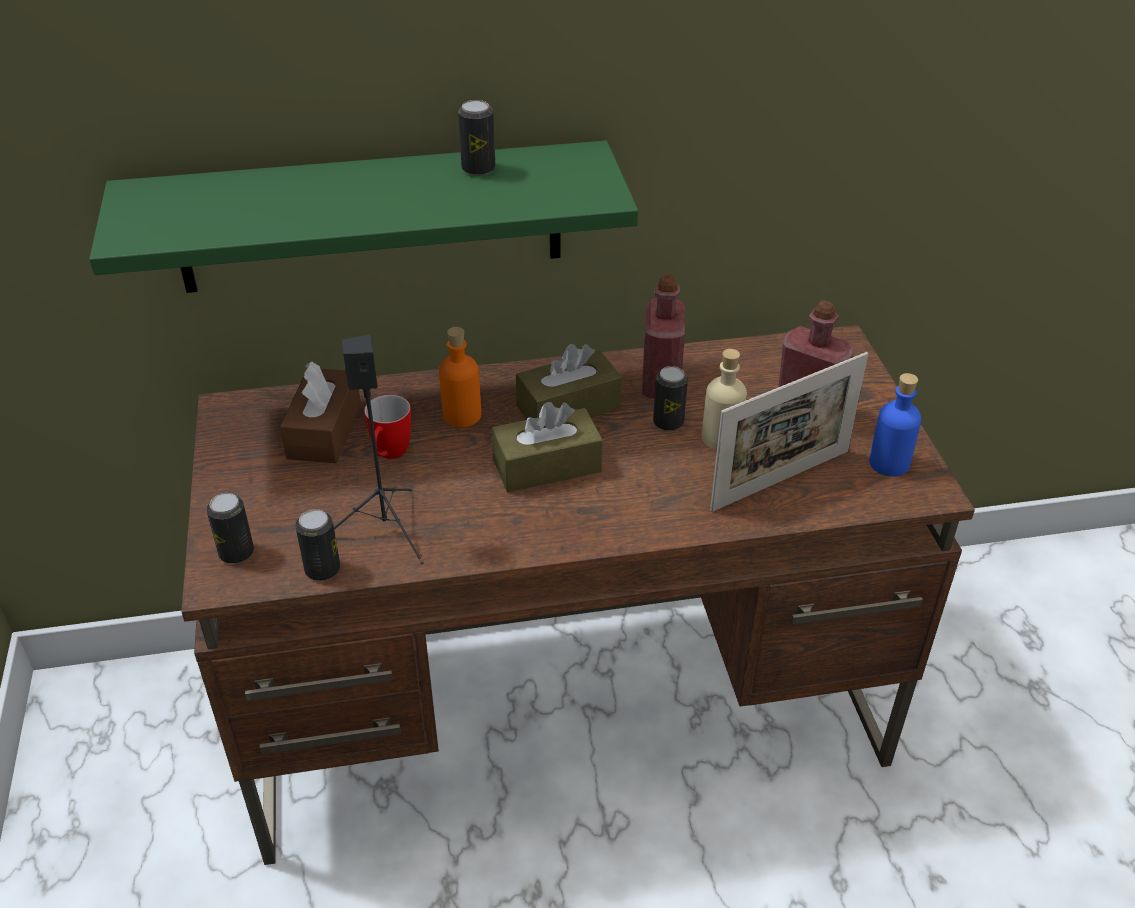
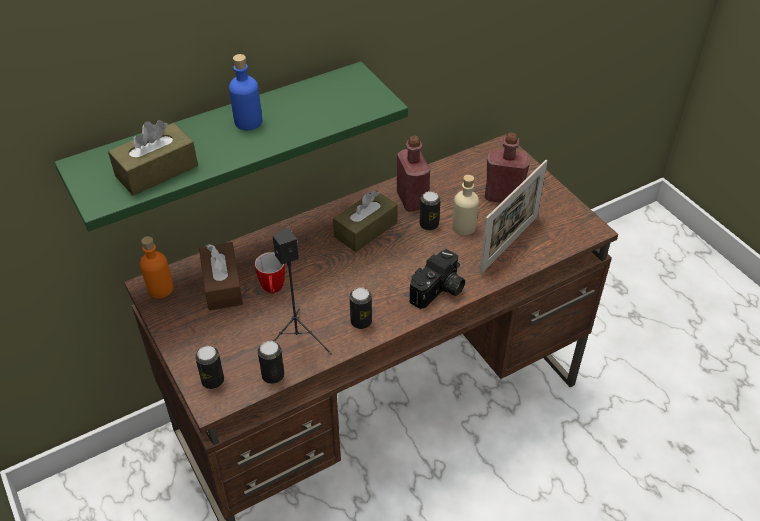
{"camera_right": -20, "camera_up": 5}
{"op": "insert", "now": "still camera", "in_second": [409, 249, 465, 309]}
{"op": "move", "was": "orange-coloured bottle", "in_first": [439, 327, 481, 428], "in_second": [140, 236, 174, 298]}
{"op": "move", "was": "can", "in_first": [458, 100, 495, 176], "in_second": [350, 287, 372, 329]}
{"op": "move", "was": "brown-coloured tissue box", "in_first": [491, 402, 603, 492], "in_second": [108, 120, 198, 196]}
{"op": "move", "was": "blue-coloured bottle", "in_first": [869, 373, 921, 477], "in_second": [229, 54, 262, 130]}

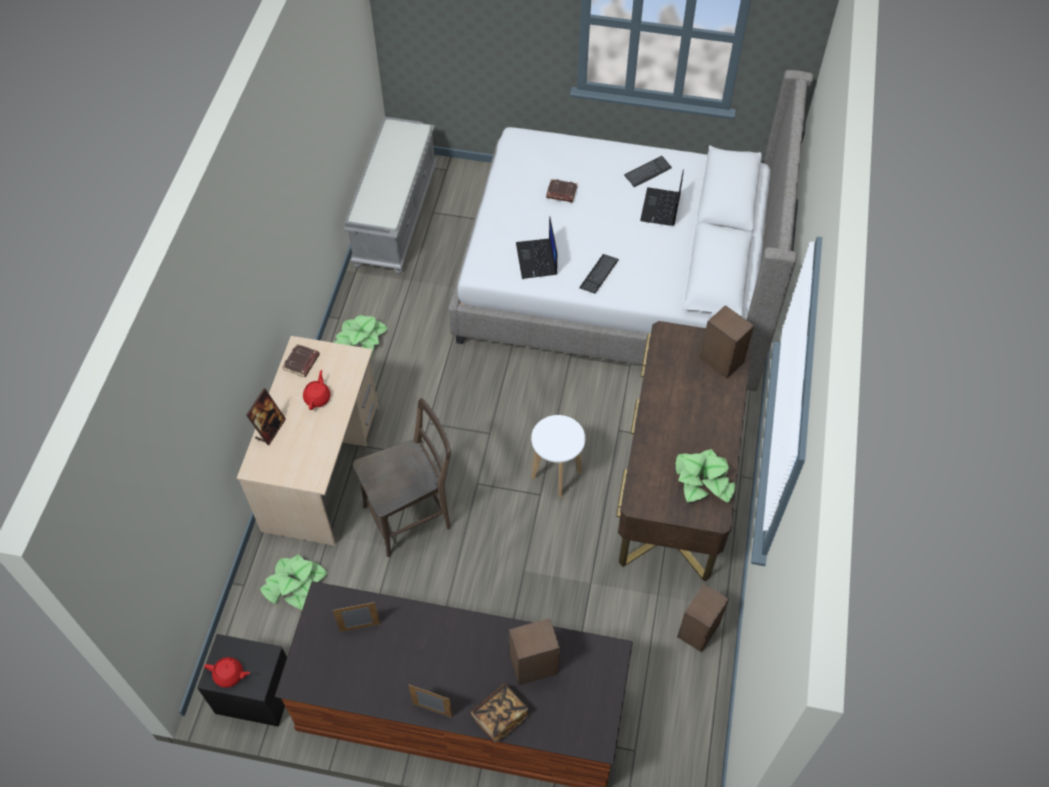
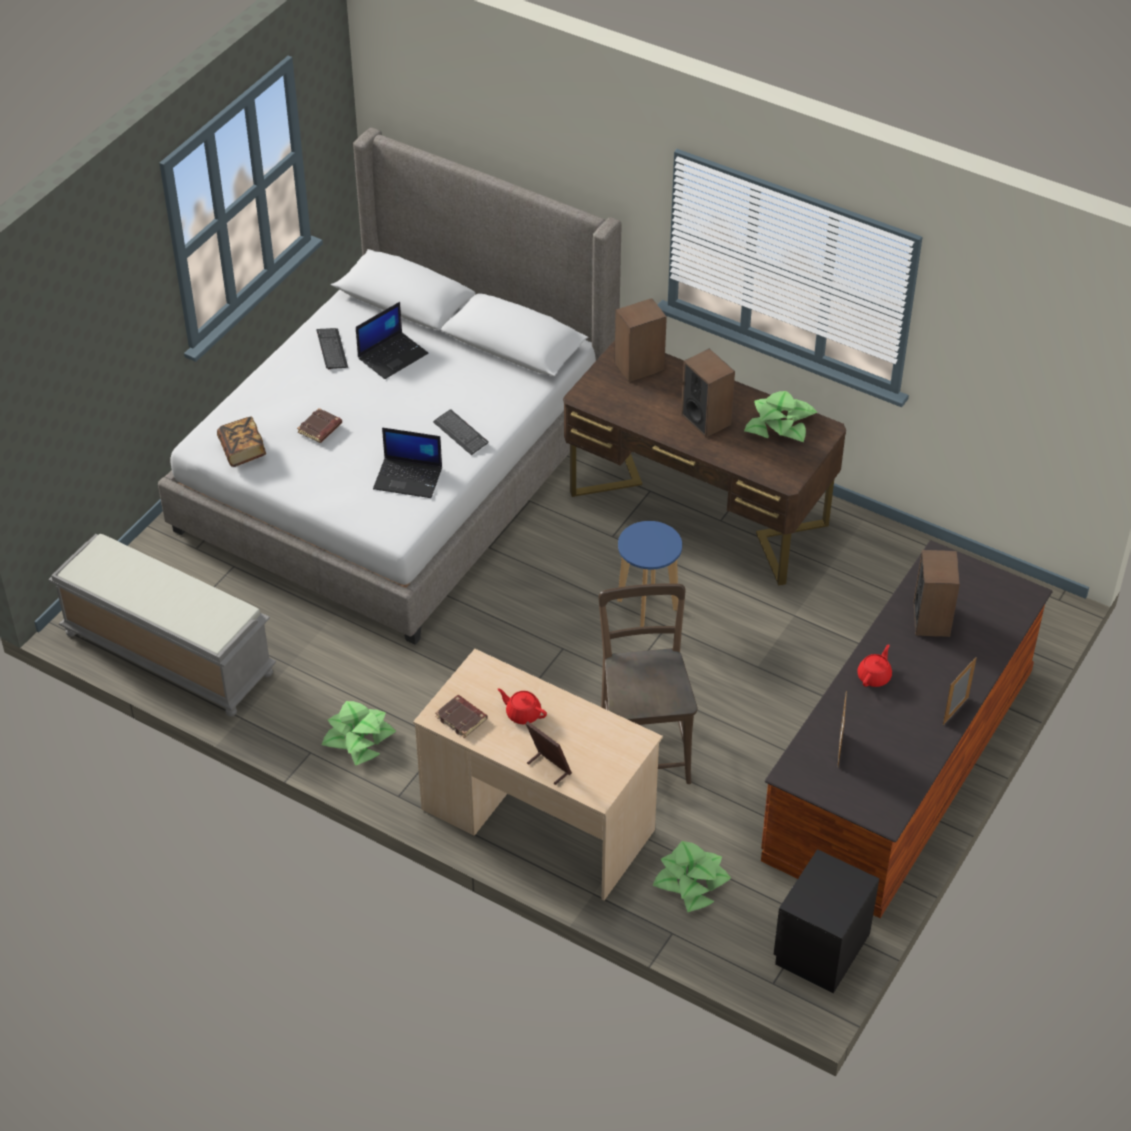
{"camera_right": -70, "camera_up": -10}
{"op": "move", "was": "red teapot", "in_first": [204, 657, 250, 688], "in_second": [857, 644, 892, 687]}
{"op": "move", "was": "bound book", "in_first": [471, 684, 529, 743], "in_second": [217, 416, 266, 467]}
{"op": "move", "was": "audio speaker", "in_first": [677, 584, 729, 652], "in_second": [681, 349, 735, 438]}
{"op": "recolor", "was": "white-coloured stool", "now": "blue-coloured stool", "in_first": [531, 415, 585, 497], "in_second": [617, 521, 682, 627]}
{"op": "rotate", "was": "notebook computer", "in_first": [640, 170, 684, 226], "in_second": [356, 302, 428, 379], "clockwise": -75}

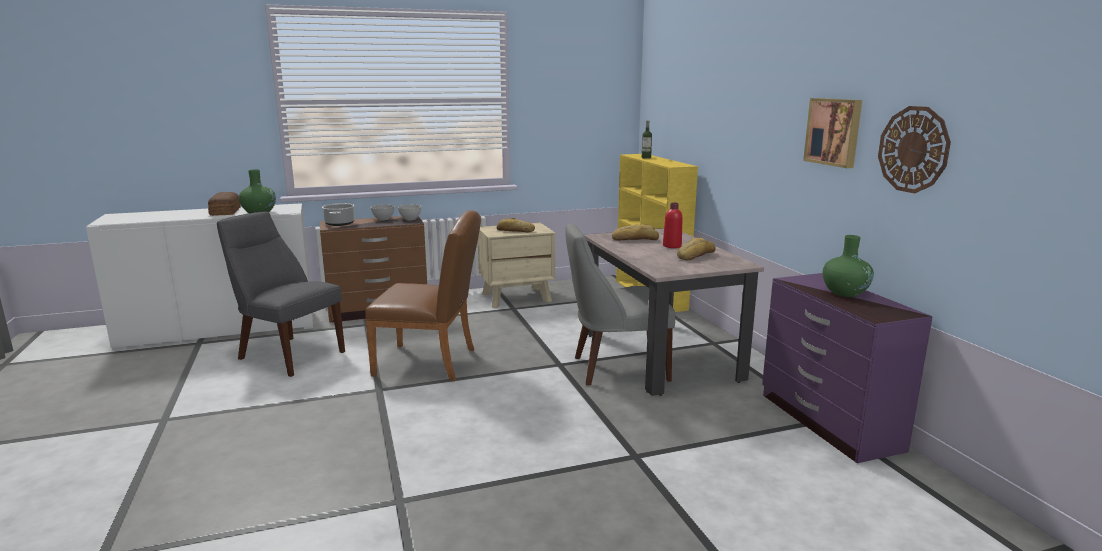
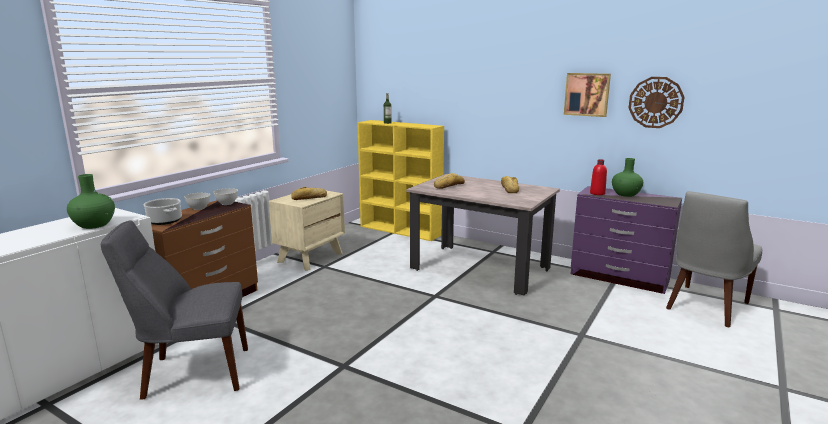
{"camera_right": -40, "camera_up": 0}
{"op": "delete", "was": "baked bread", "in_first": [208, 192, 241, 216]}
{"op": "delete", "was": "brown-coloured chair", "in_first": [365, 210, 481, 381]}
{"op": "move", "was": "gray chair", "in_first": [565, 223, 675, 385], "in_second": [666, 191, 763, 328]}
{"op": "move", "was": "red bottle", "in_first": [663, 203, 682, 248], "in_second": [590, 159, 607, 195]}

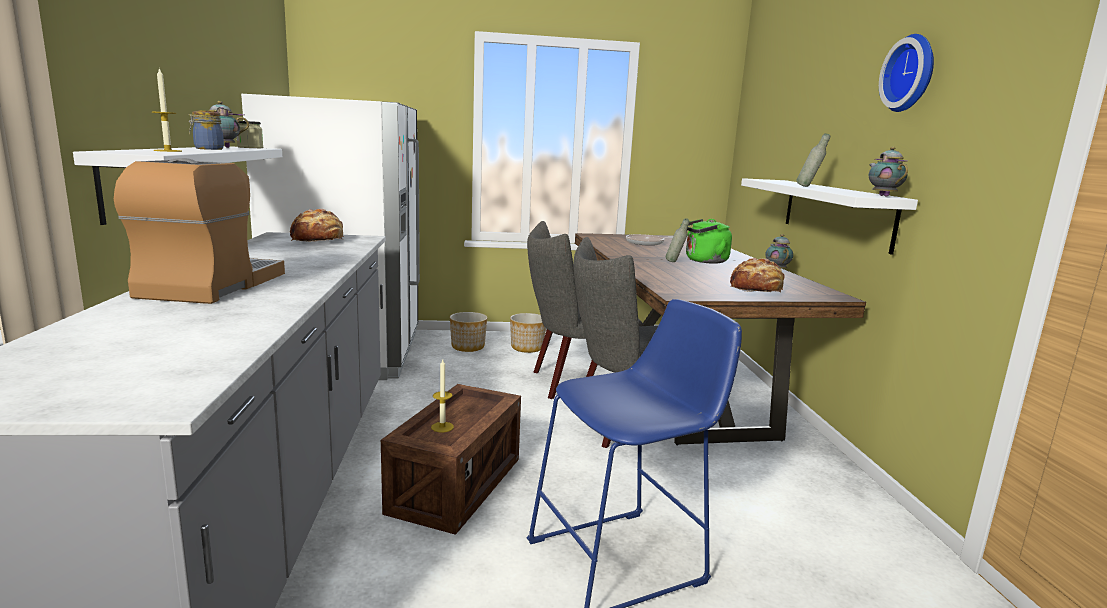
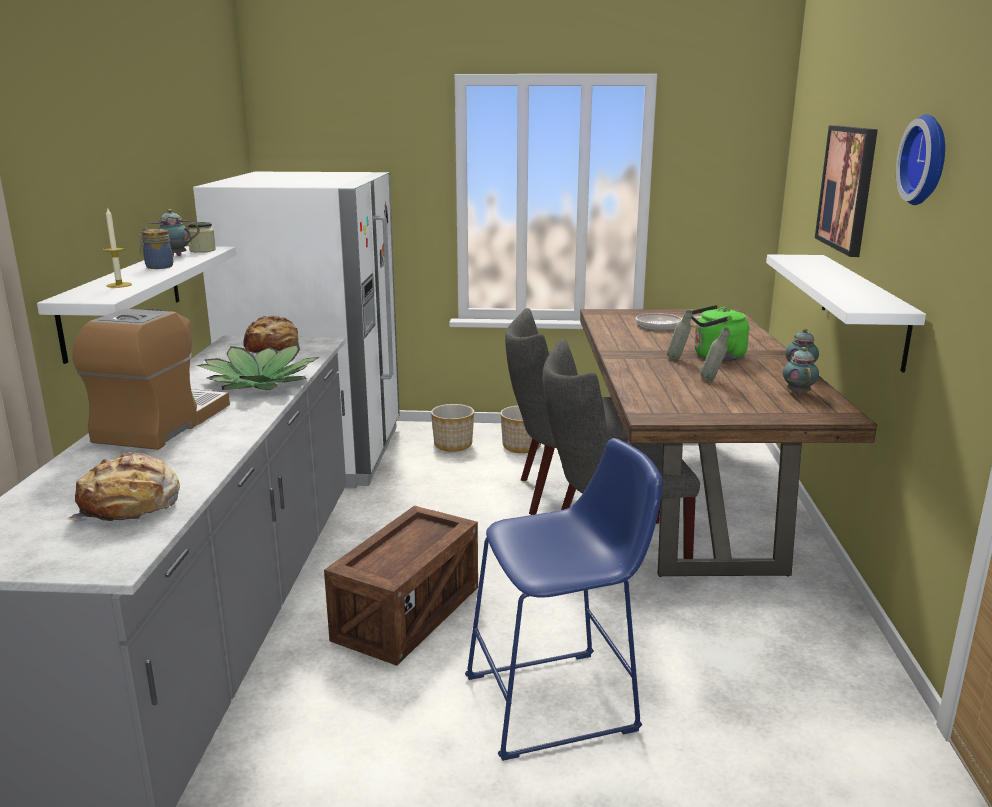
{"camera_right": 10, "camera_up": 5}
{"op": "delete", "was": "wax candle", "in_first": [431, 359, 454, 432]}
{"op": "insert", "now": "houseplant", "in_second": [197, 344, 319, 390]}
{"op": "insert", "now": "wall art", "in_second": [815, 125, 878, 257]}
{"op": "move", "was": "baked bread", "in_first": [730, 258, 784, 293], "in_second": [66, 452, 180, 522]}
{"op": "move", "was": "gray bottle", "in_first": [796, 133, 830, 187], "in_second": [700, 327, 730, 381]}
{"op": "move", "was": "teapot", "in_first": [869, 147, 908, 197], "in_second": [783, 347, 819, 395]}

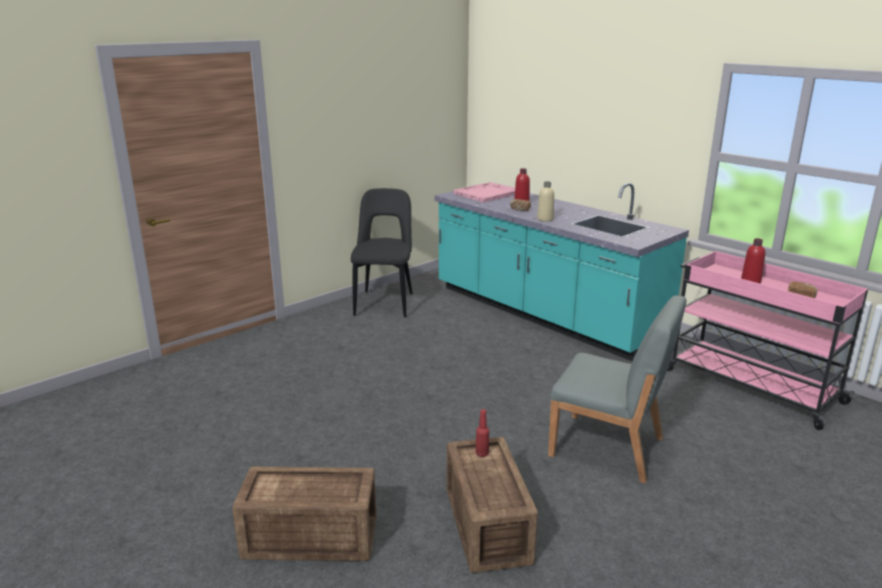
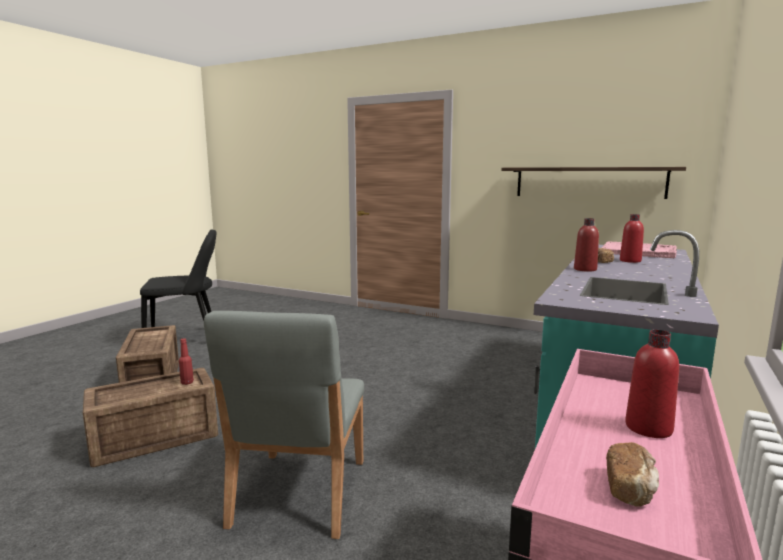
{"camera_right": 70, "camera_up": -10}
{"op": "insert", "now": "wall shelf", "in_second": [501, 167, 686, 199]}
{"op": "move", "was": "black chair", "in_first": [351, 188, 413, 317], "in_second": [140, 230, 216, 328]}
{"op": "recolor", "was": "sand-coloured bottle", "now": "red bottle", "in_first": [537, 181, 554, 222], "in_second": [574, 218, 599, 272]}

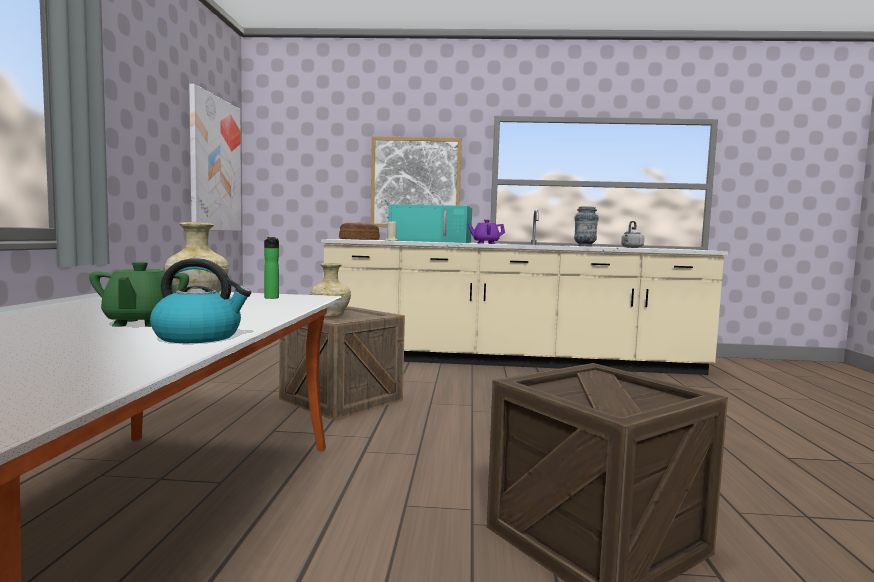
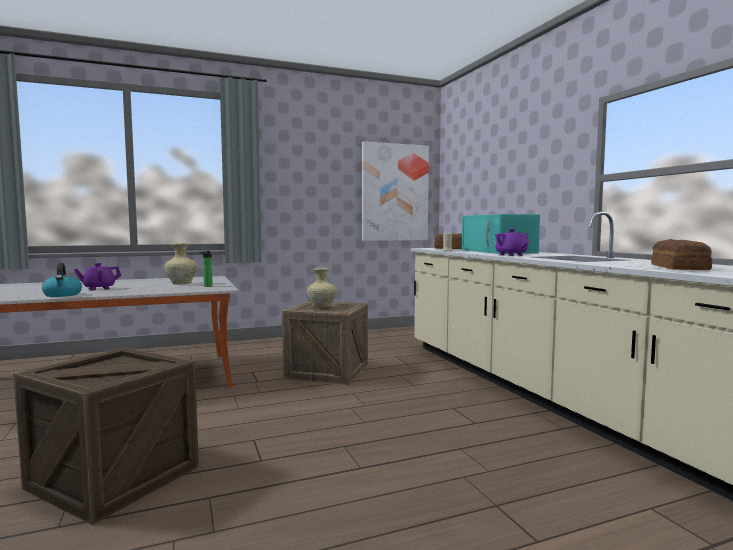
{"camera_right": 65, "camera_up": 0}
{"op": "delete", "was": "wall art", "in_first": [370, 136, 462, 227]}
{"op": "delete", "was": "decorative vase", "in_first": [574, 206, 599, 246]}
{"op": "replace", "was": "gray water kettle", "now": "baked bread", "in_first": [621, 221, 644, 248], "in_second": [651, 239, 712, 270]}
{"op": "recolor", "was": "greenish teapot", "now": "purple teapot", "in_first": [89, 262, 189, 327], "in_second": [74, 263, 121, 290]}

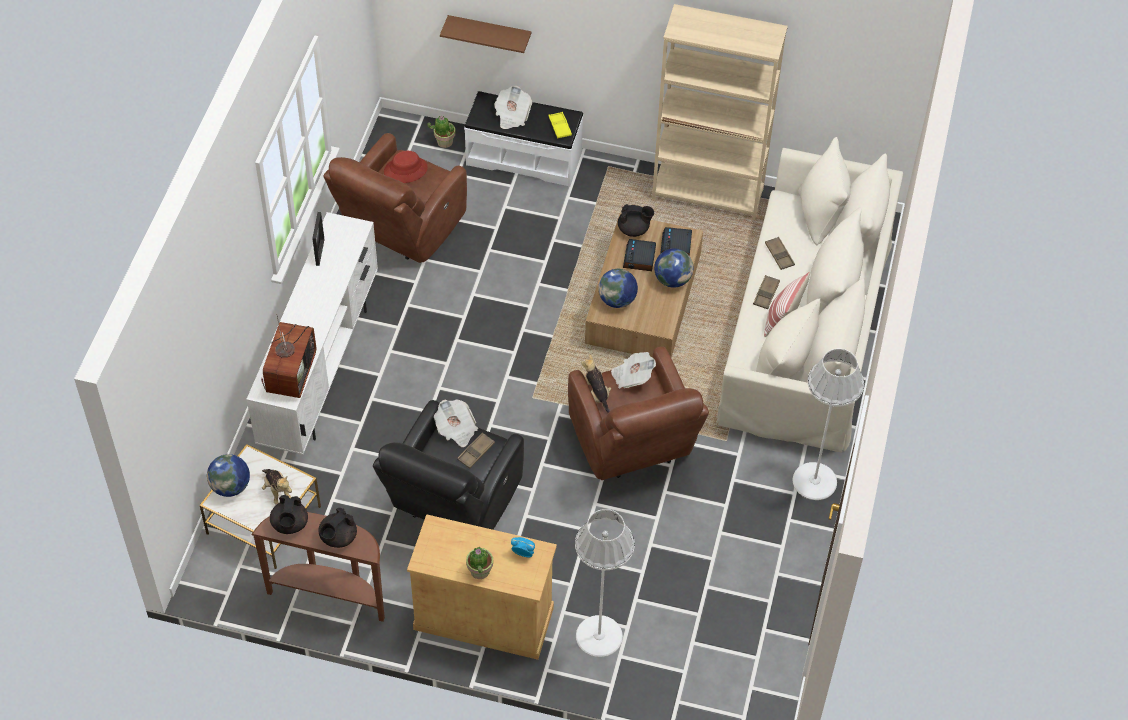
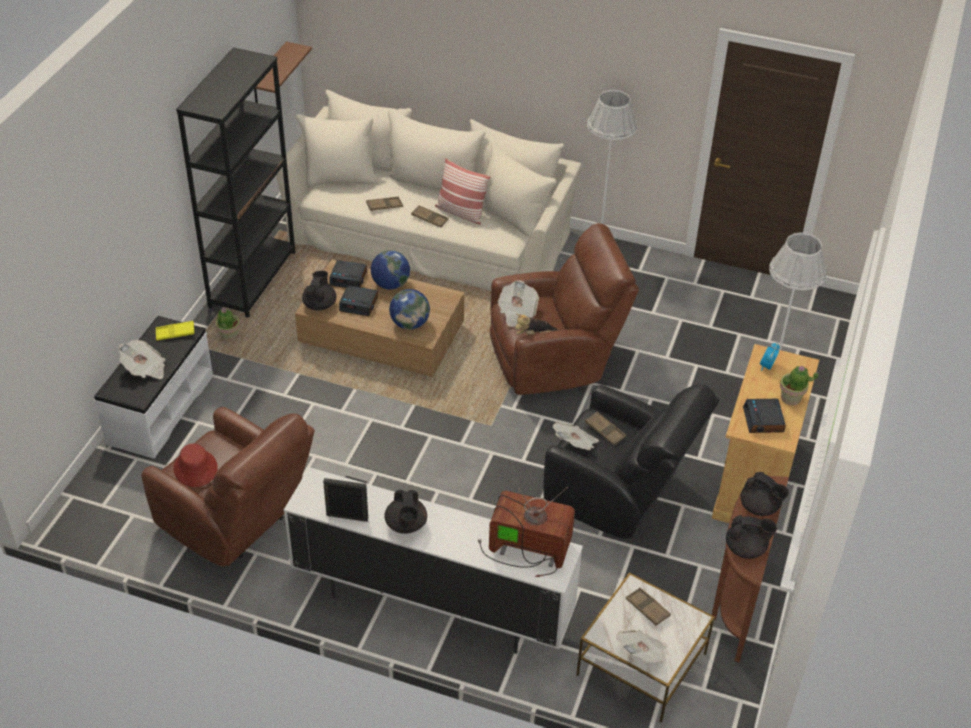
{"camera_right": -85, "camera_up": -10}
{"op": "insert", "now": "black teapot", "in_second": [384, 490, 427, 534]}
{"op": "insert", "now": "bedside clock", "in_second": [743, 399, 786, 433]}
{"op": "move", "was": "houseplant", "in_first": [427, 116, 456, 148], "in_second": [216, 308, 240, 341]}
{"op": "move", "was": "brown-coloured wall shelf", "in_first": [440, 15, 532, 53], "in_second": [254, 41, 312, 103]}
{"op": "replace", "was": "globe", "now": "printed paper", "in_first": [207, 454, 250, 497], "in_second": [616, 630, 667, 663]}
{"op": "replace", "was": "soft toy", "now": "brown-coloured carrying tray", "in_first": [262, 469, 292, 505], "in_second": [626, 587, 671, 625]}
{"op": "recolor", "was": "sand-coloured bookcase", "now": "black bookcase", "in_first": [652, 4, 788, 220], "in_second": [176, 47, 295, 318]}

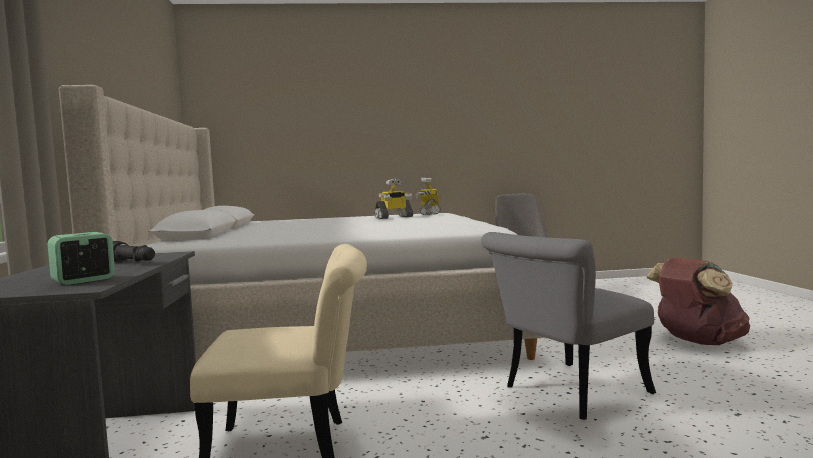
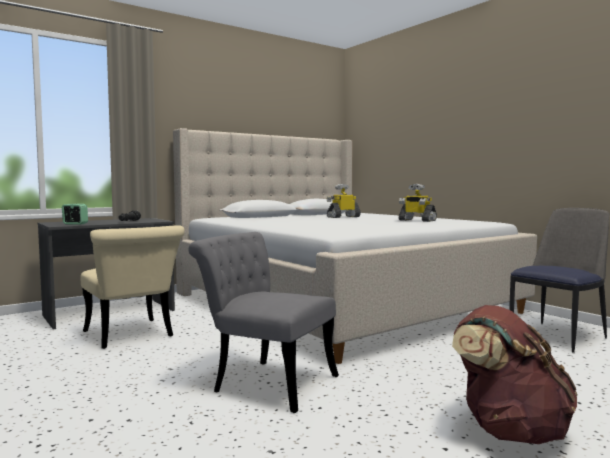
{"camera_right": 60, "camera_up": 0}
{"op": "move", "was": "robot figure", "in_first": [416, 178, 441, 215], "in_second": [327, 184, 361, 218]}

